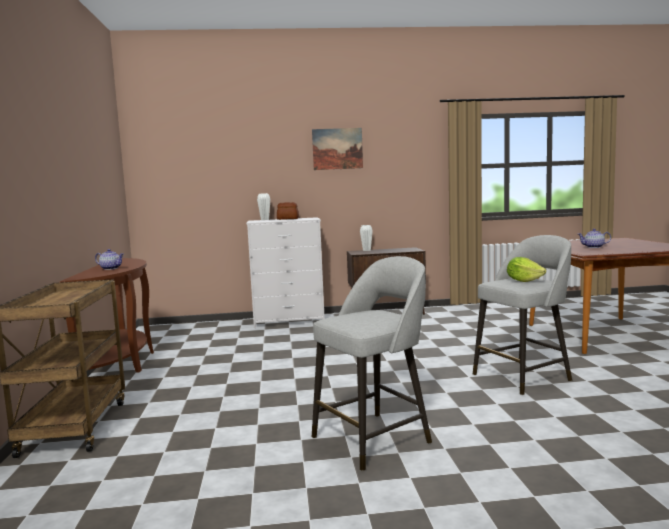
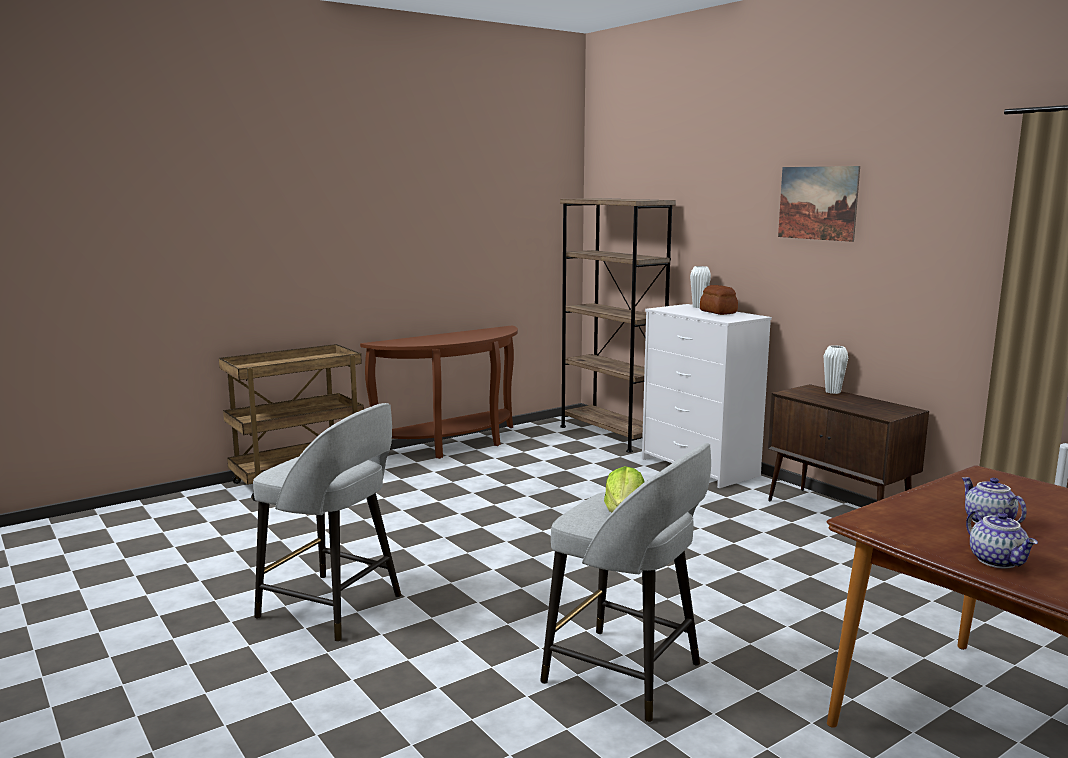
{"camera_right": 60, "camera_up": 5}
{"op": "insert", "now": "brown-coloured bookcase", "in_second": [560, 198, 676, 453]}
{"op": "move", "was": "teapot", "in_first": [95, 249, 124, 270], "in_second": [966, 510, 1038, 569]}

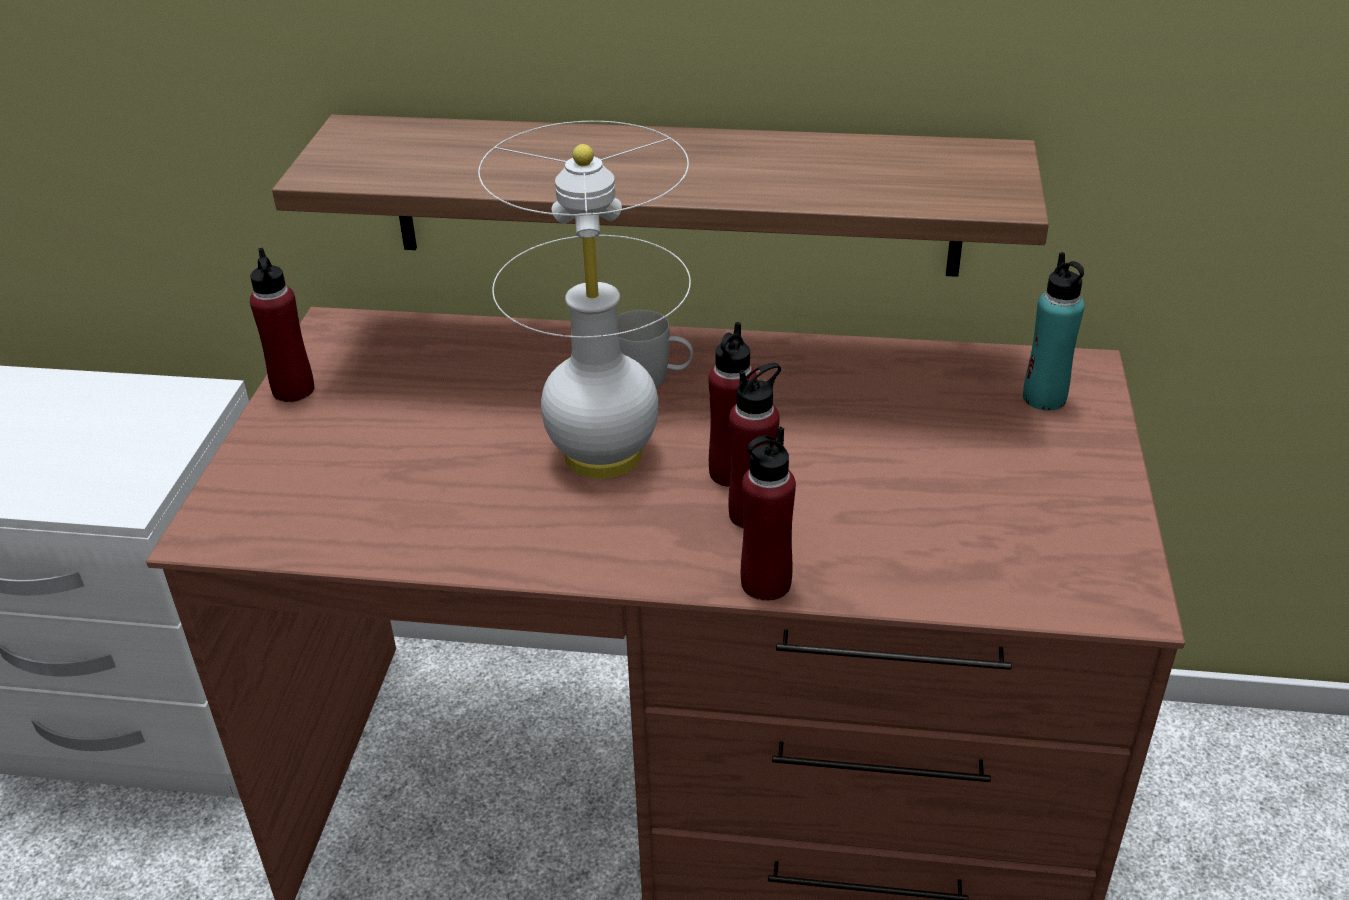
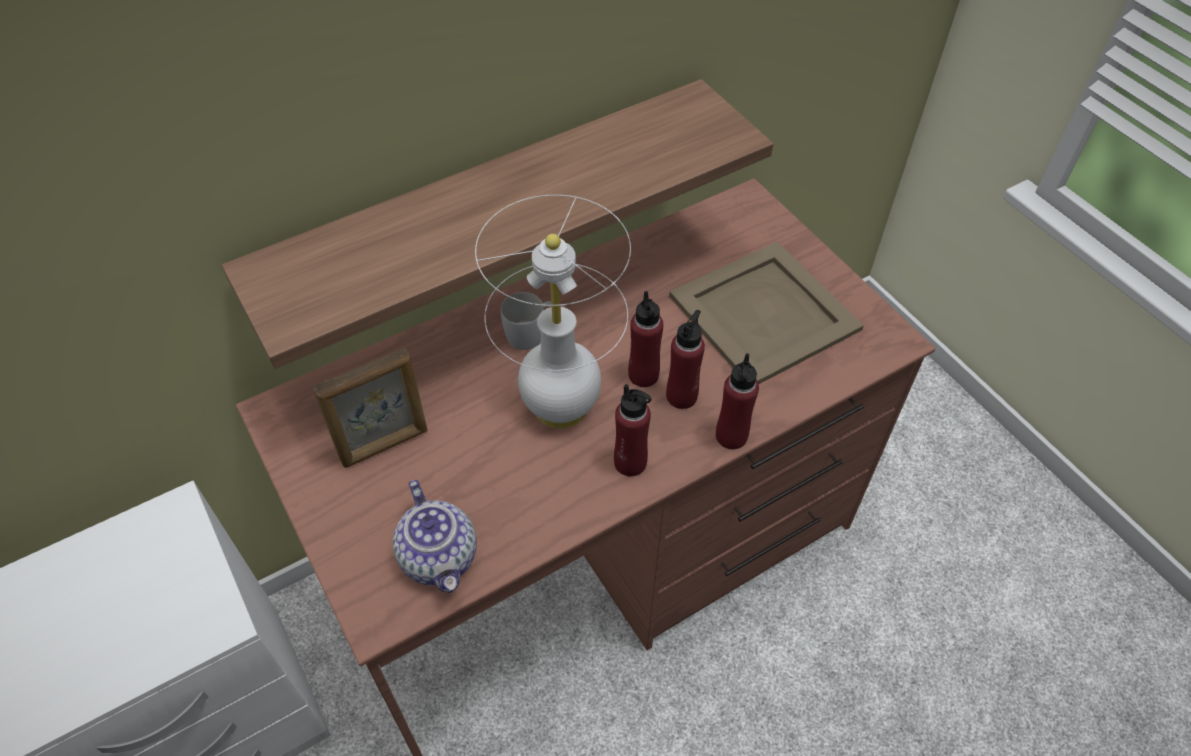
{"camera_right": -40, "camera_up": 15}
{"op": "delete", "was": "turquoise-coloured bottle", "in_first": [1023, 252, 1084, 411]}
{"op": "insert", "now": "picture frame", "in_second": [312, 348, 427, 468]}
{"op": "insert", "now": "teapot", "in_second": [393, 480, 477, 593]}
{"op": "insert", "now": "sand-coloured carrying tray", "in_second": [669, 241, 864, 384]}
{"op": "move", "was": "red bottle", "in_first": [250, 248, 314, 402], "in_second": [614, 384, 652, 476]}

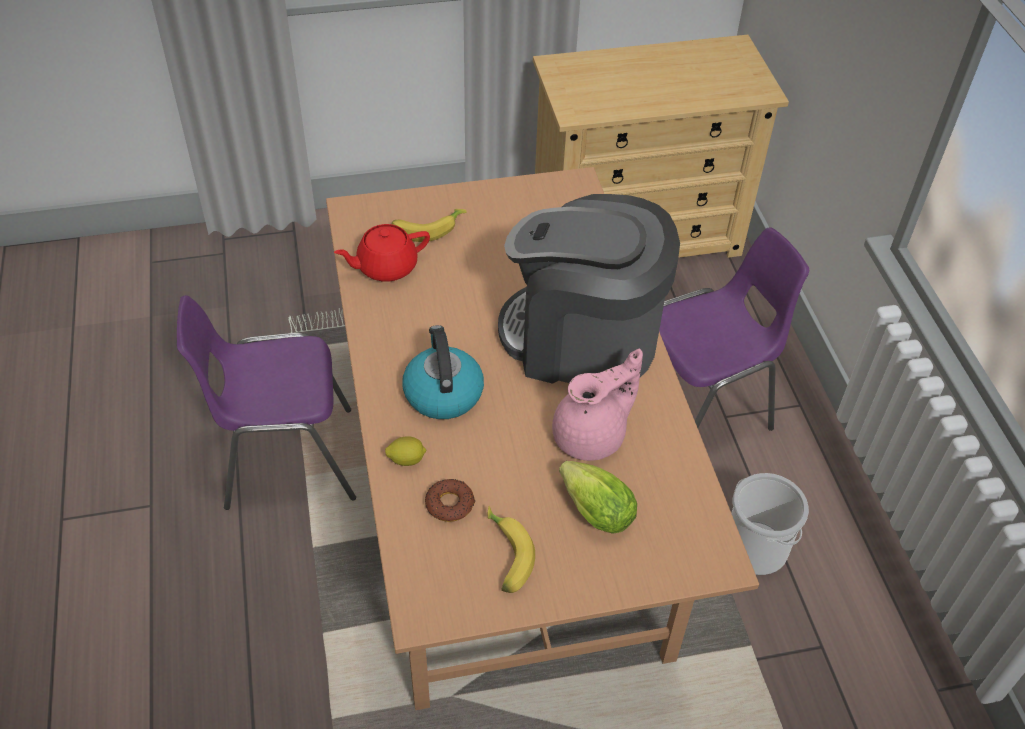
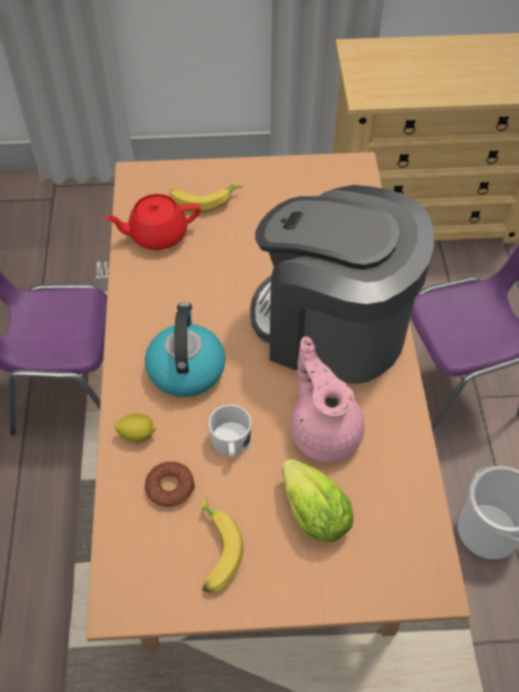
{"camera_right": 10, "camera_up": 5}
{"op": "insert", "now": "white-coloured coffee mug", "in_second": [208, 405, 252, 458]}
{"op": "rotate", "was": "pink-coloured teapot", "in_first": [552, 349, 643, 461], "in_second": [290, 336, 365, 462], "clockwise": -90}

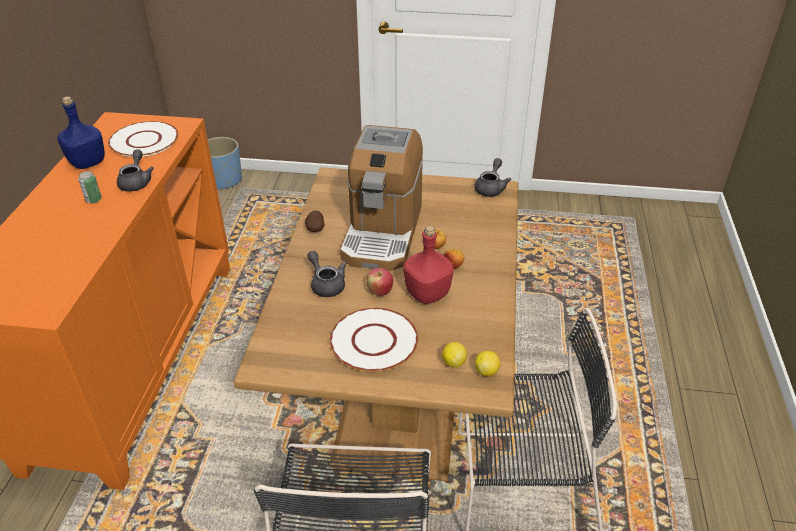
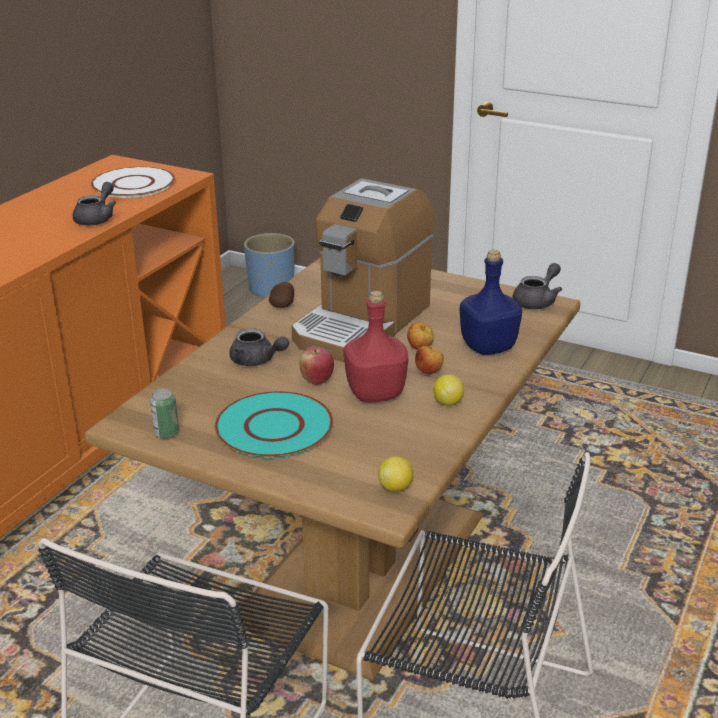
{"camera_right": 20, "camera_up": -10}
{"op": "move", "was": "blue-coloured bottle", "in_first": [57, 96, 105, 169], "in_second": [460, 250, 522, 355]}
{"op": "move", "was": "can", "in_first": [78, 171, 102, 203], "in_second": [150, 389, 179, 439]}
{"op": "move", "was": "whole lemon", "in_first": [442, 342, 467, 367], "in_second": [433, 374, 464, 406]}
{"op": "recolor", "was": "white-coloured plate", "now": "turquoise-coloured plate", "in_first": [330, 308, 418, 371], "in_second": [215, 391, 333, 459]}
{"op": "rotate", "was": "gray teapot", "in_first": [308, 251, 346, 297], "in_second": [229, 328, 289, 366], "clockwise": 135}

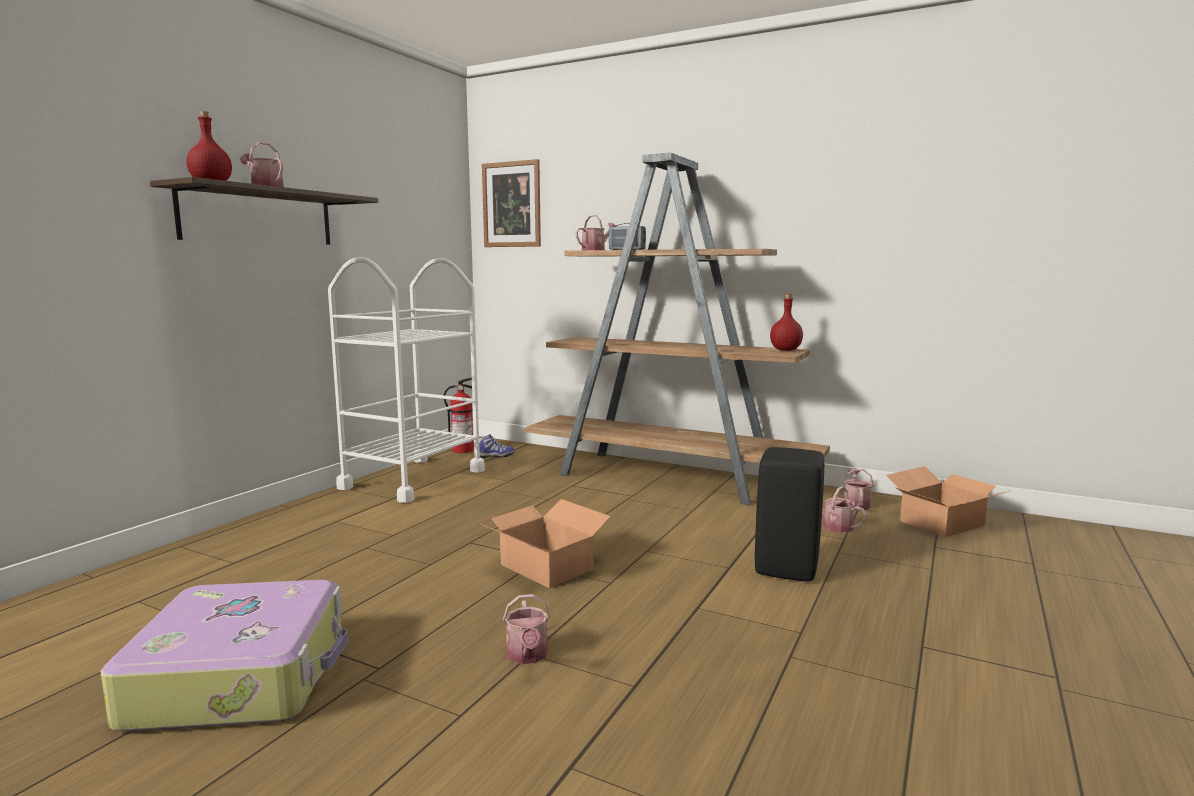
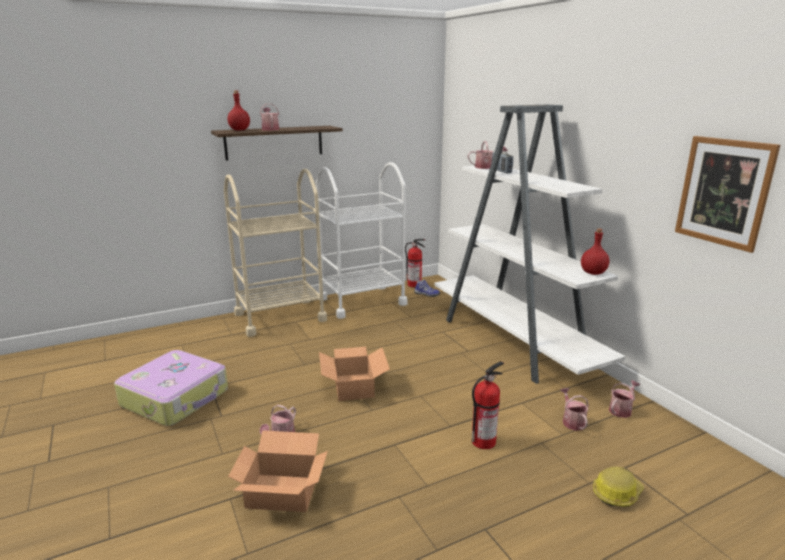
{"camera_right": 35, "camera_up": 10}
{"op": "insert", "now": "sand-coloured wheeled cart", "in_second": [224, 169, 327, 337]}
{"op": "insert", "now": "work helmet", "in_second": [593, 467, 644, 507]}
{"op": "move", "was": "wall art", "in_first": [482, 159, 541, 247], "in_second": [675, 136, 780, 253]}
{"op": "move", "was": "cardboard box", "in_first": [886, 466, 1009, 538], "in_second": [228, 430, 328, 512]}
{"op": "replace", "was": "black stool", "now": "fire extinguisher", "in_first": [755, 447, 824, 582], "in_second": [472, 361, 504, 449]}
{"op": "recolor", "was": "brown-coloured bookcase", "now": "white-coloured bookcase", "in_first": [525, 152, 830, 505], "in_second": [434, 105, 625, 384]}

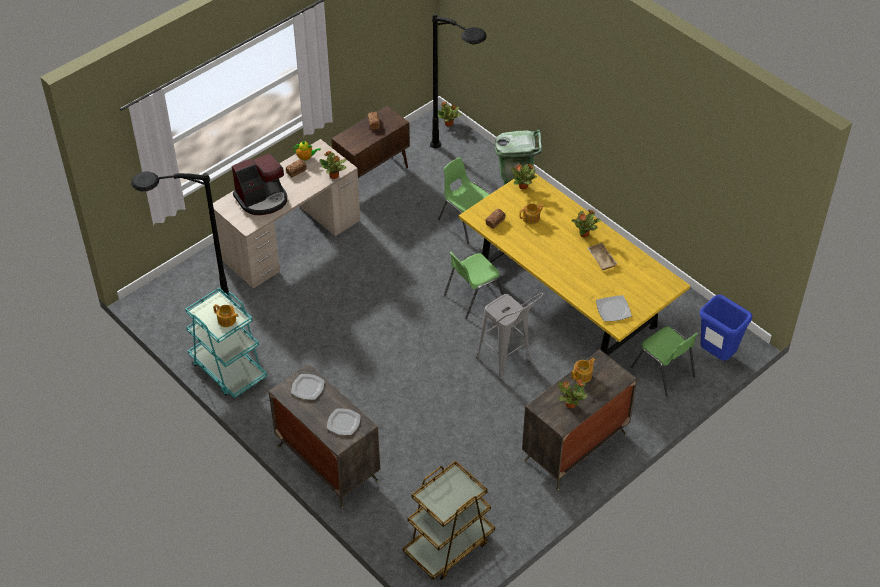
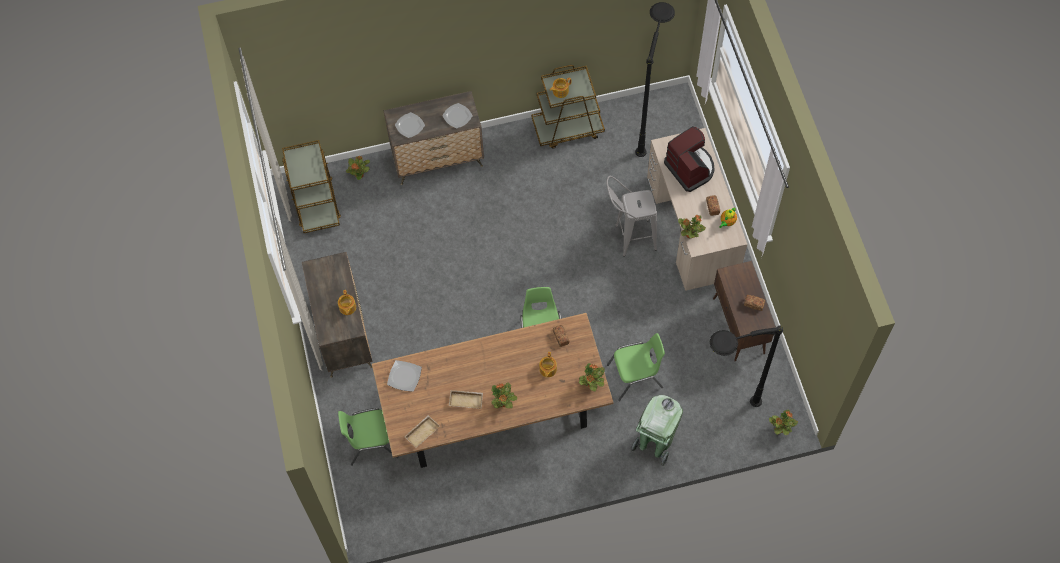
{"camera_right": 120, "camera_up": 15}
{"op": "delete", "was": "blue-coloured rubbish bin", "in_first": [700, 295, 752, 361]}
{"op": "insert", "now": "sand-coloured carrying tray", "in_second": [404, 415, 440, 448]}
{"op": "move", "was": "gray stool", "in_first": [476, 293, 544, 380], "in_second": [606, 176, 657, 257]}
{"op": "move", "was": "houseplant", "in_first": [558, 379, 588, 408], "in_second": [346, 156, 370, 180]}
{"op": "recolor", "was": "turquoise-coloured wheeled cart", "now": "brown-coloured wheeled cart", "in_first": [185, 287, 267, 398], "in_second": [531, 65, 605, 149]}
{"op": "recolor", "was": "yellow dining table", "now": "brown-coloured dining table", "in_first": [459, 169, 690, 355], "in_second": [372, 313, 613, 468]}
{"op": "rotate", "was": "coffee maker", "in_first": [232, 153, 287, 215], "in_second": [664, 126, 715, 192], "clockwise": 150}

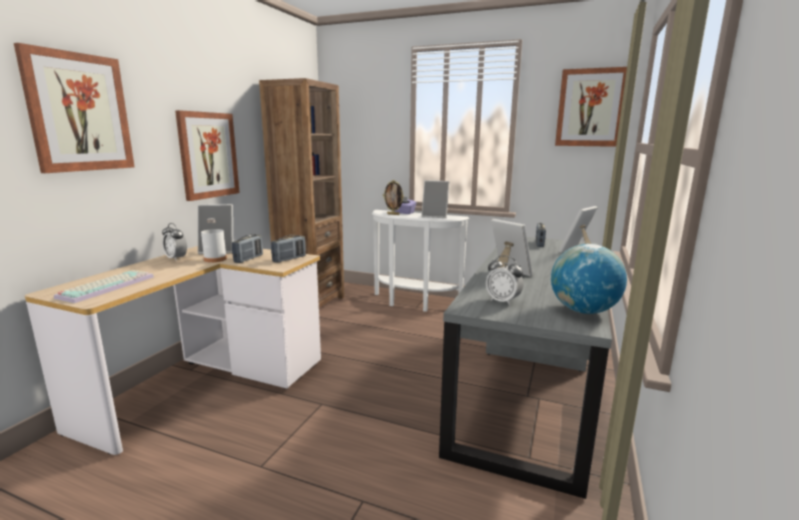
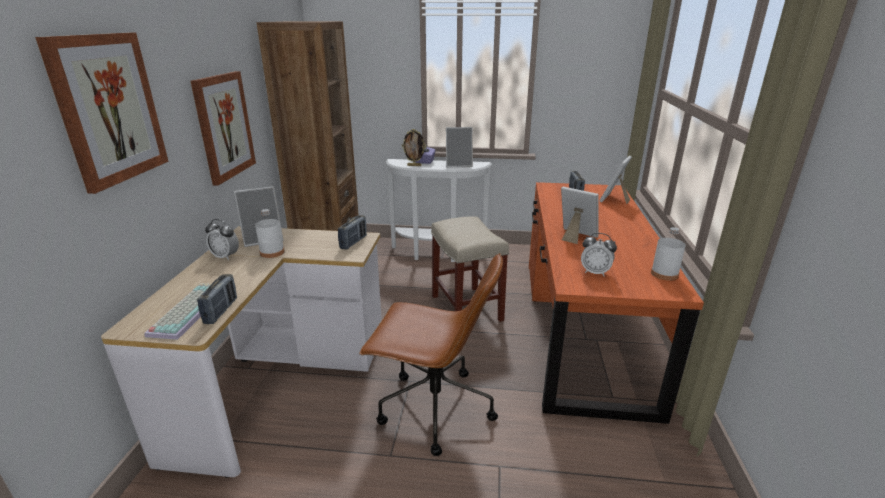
{"camera_right": -15, "camera_up": 10}
{"op": "delete", "was": "wall art", "in_first": [555, 67, 627, 147]}
{"op": "insert", "now": "brown-coloured computer chair", "in_second": [359, 253, 503, 456]}
{"op": "insert", "now": "sand-coloured stool", "in_second": [431, 217, 509, 322]}
{"op": "move", "was": "radio set", "in_first": [232, 234, 263, 263], "in_second": [197, 274, 237, 324]}
{"op": "replace", "was": "globe", "now": "white-coloured bottle", "in_first": [551, 244, 627, 314], "in_second": [651, 227, 686, 281]}
{"op": "recolor", "was": "gray desk", "now": "orange-coloured desk", "in_first": [439, 237, 612, 499], "in_second": [529, 182, 704, 424]}

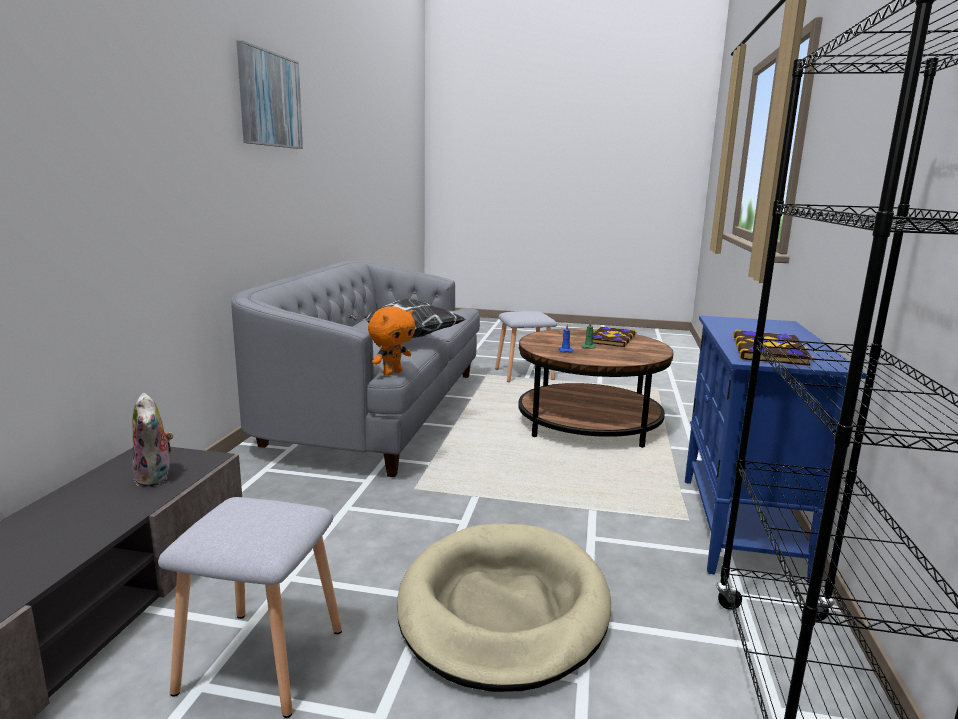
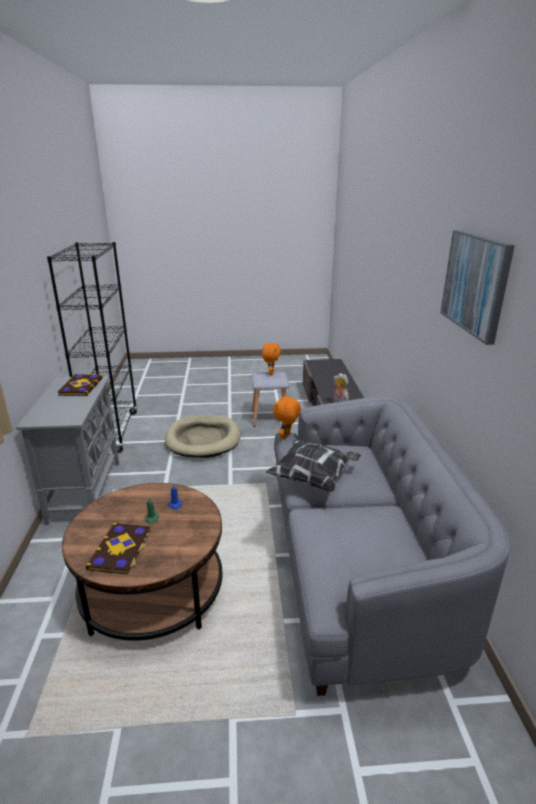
{"camera_right": 165, "camera_up": 10}
{"op": "delete", "was": "gray stool", "in_first": [495, 311, 557, 382]}
{"op": "insert", "now": "orange-coloured soft toy", "in_second": [262, 343, 281, 375]}
{"op": "recolor", "was": "blue-coloured cabinet", "now": "gray cabinet", "in_first": [685, 316, 867, 584], "in_second": [16, 376, 119, 525]}

